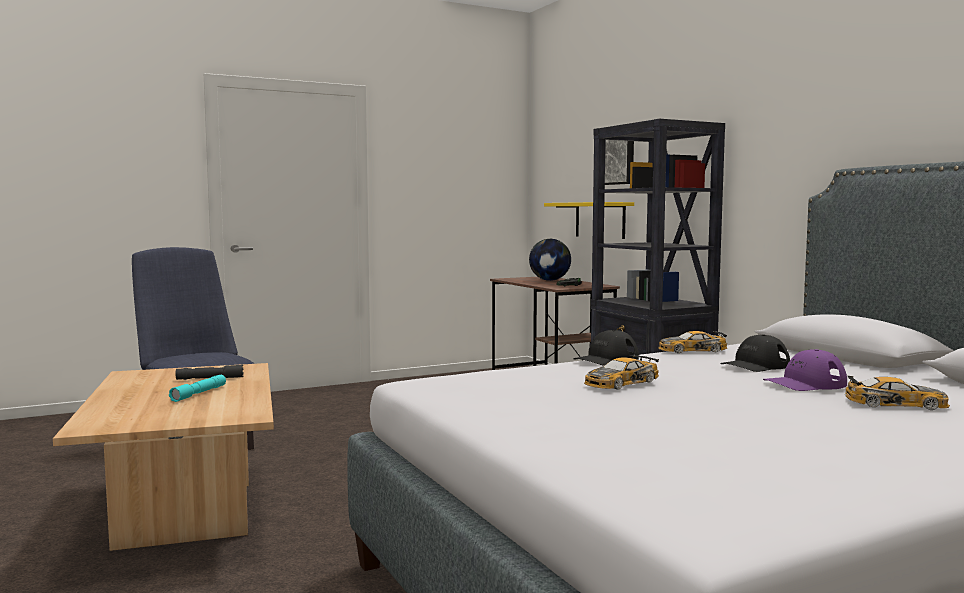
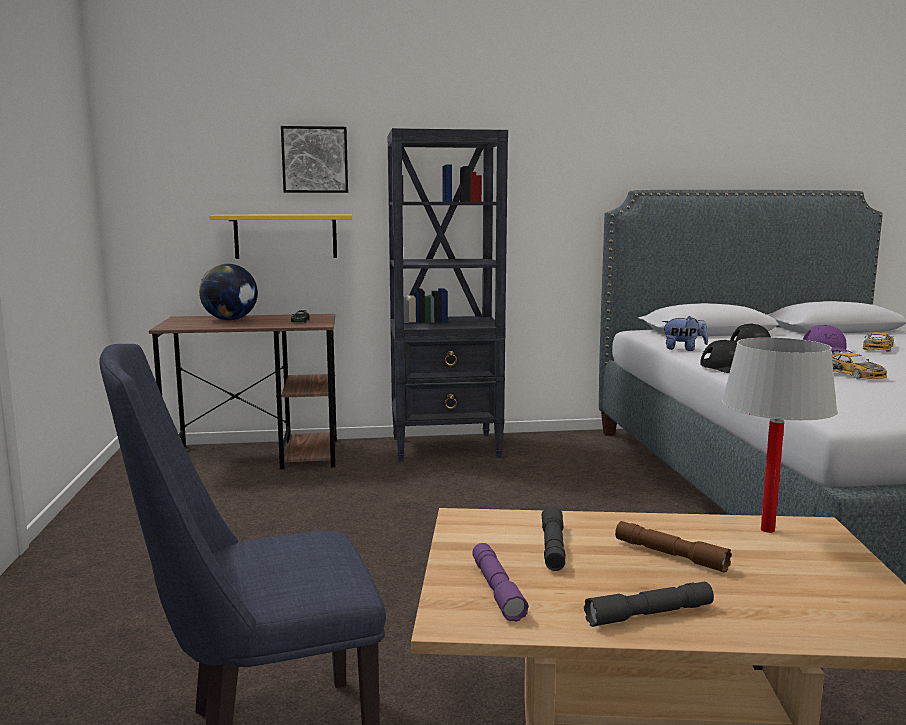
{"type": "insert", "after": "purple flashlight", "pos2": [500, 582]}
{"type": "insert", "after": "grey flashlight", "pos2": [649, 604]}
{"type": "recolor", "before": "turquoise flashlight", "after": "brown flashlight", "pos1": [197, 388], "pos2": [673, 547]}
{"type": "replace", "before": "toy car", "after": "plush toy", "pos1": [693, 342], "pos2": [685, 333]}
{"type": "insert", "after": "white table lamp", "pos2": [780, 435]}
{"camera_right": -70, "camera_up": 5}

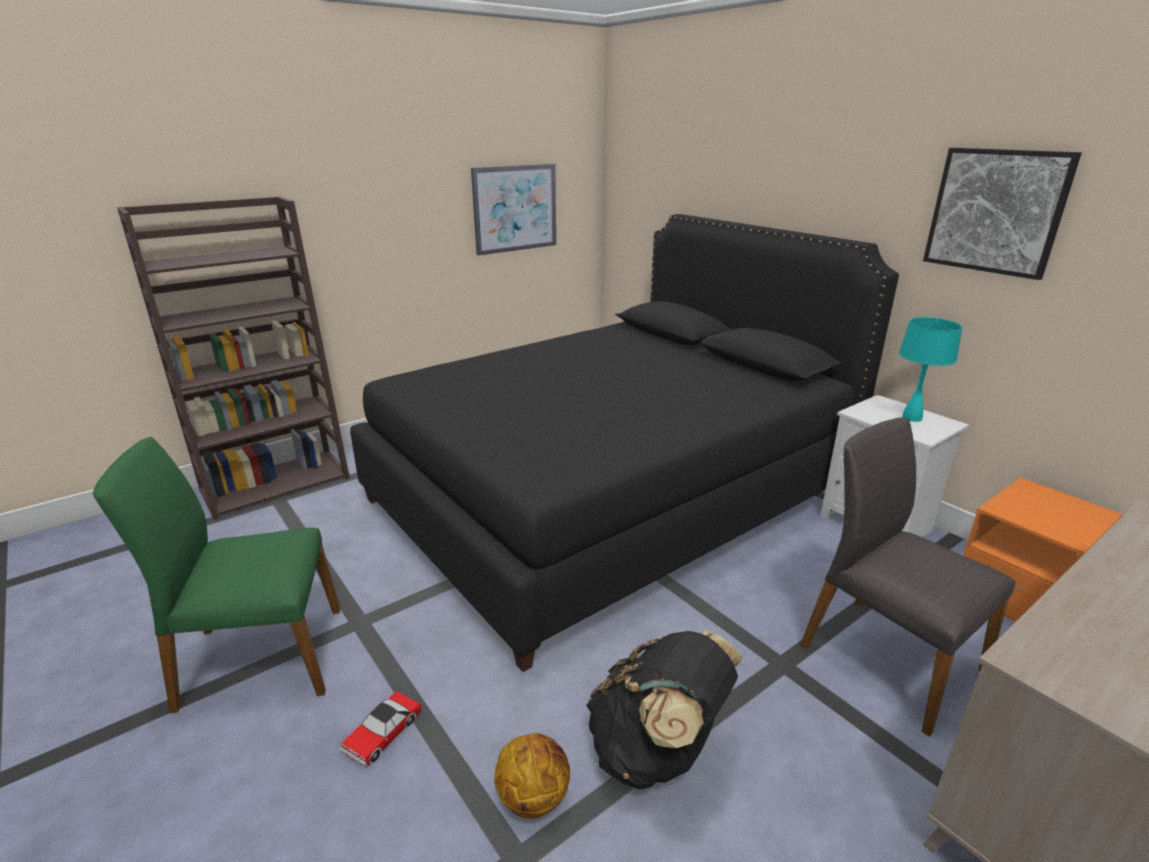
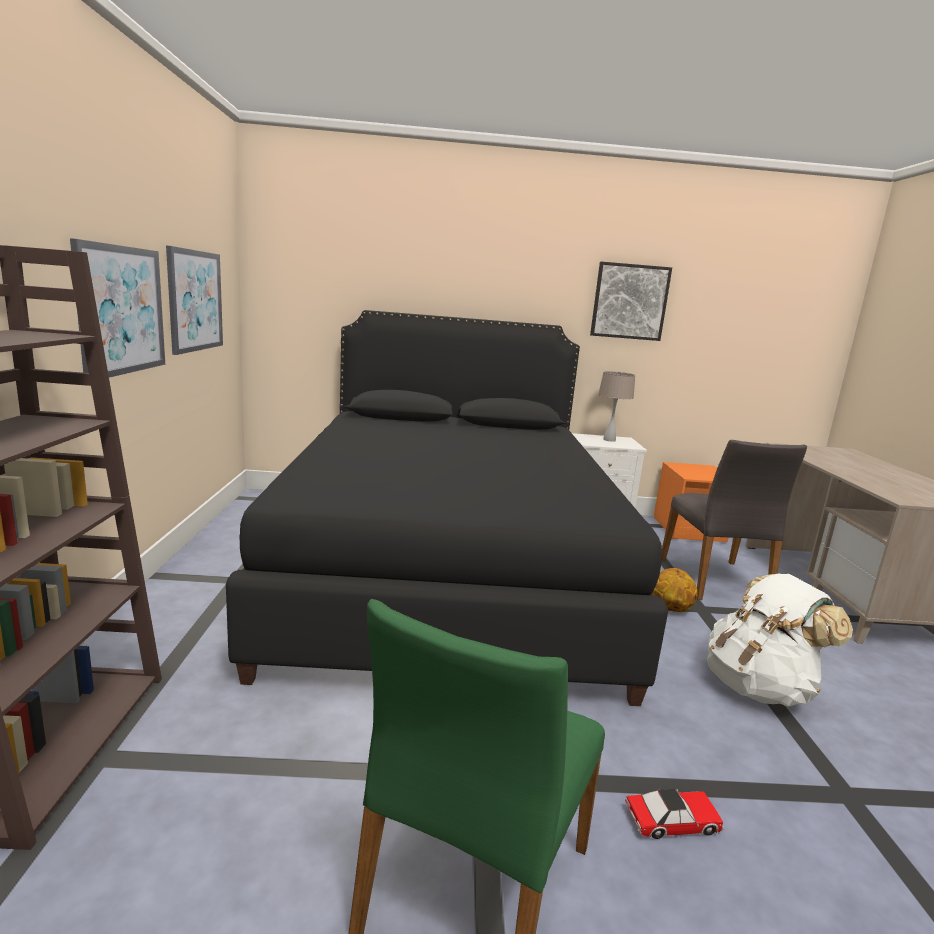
{"type": "insert", "after": "picture", "pos2": [117, 308]}
{"type": "recolor", "before": "turquoise table lamp", "after": "beige table lamp", "pos1": [931, 369], "pos2": [616, 406]}
{"type": "rotate", "before": "toy car", "pos1": [381, 729], "pos2": [674, 814], "turn": -75}
{"type": "move", "before": "basketball", "pos1": [532, 776], "pos2": [675, 590]}
{"type": "rotate", "before": "grey chair", "pos1": [907, 576], "pos2": [734, 520], "turn": -90}
{"type": "recolor", "before": "black backpack", "after": "white backpack", "pos1": [664, 710], "pos2": [780, 640]}
{"camera_right": -55, "camera_up": -10}

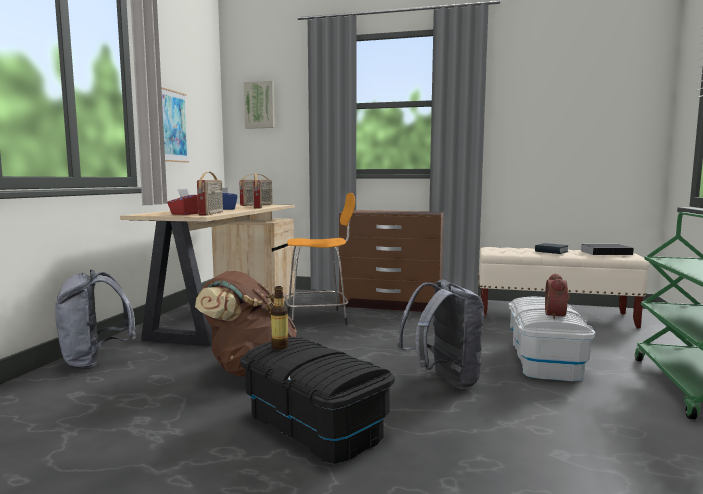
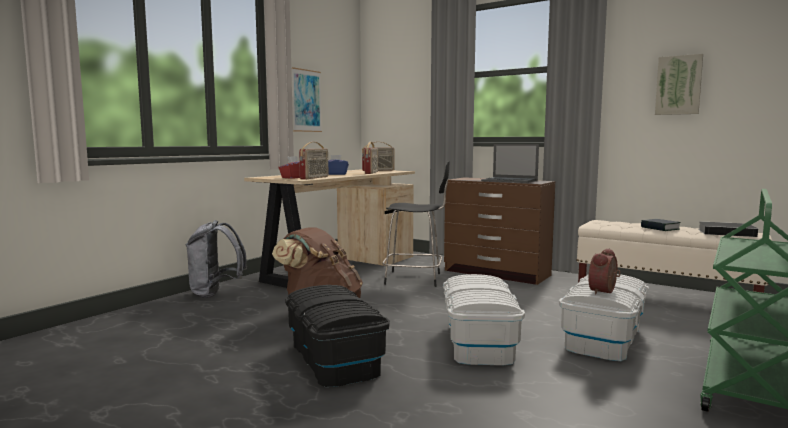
{"type": "recolor", "before": "orange stool", "after": "black stool", "pos1": [320, 259], "pos2": [416, 224]}
{"type": "replace", "before": "grey backpack", "after": "white storage box", "pos1": [441, 334], "pos2": [484, 319]}
{"type": "insert", "after": "laptop", "pos2": [510, 163]}
{"type": "move", "before": "picture", "pos1": [259, 105], "pos2": [679, 84]}
{"type": "delete", "before": "bottle", "pos1": [280, 317]}
{"camera_right": 20, "camera_up": 0}

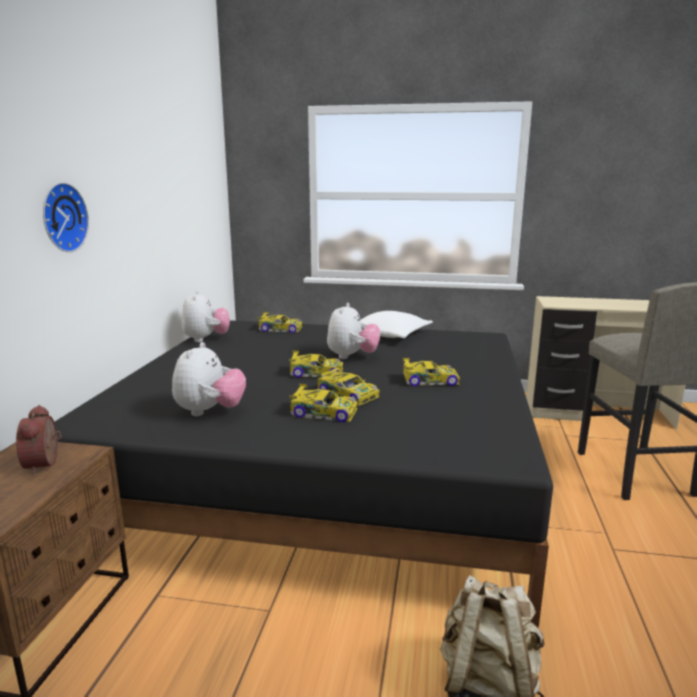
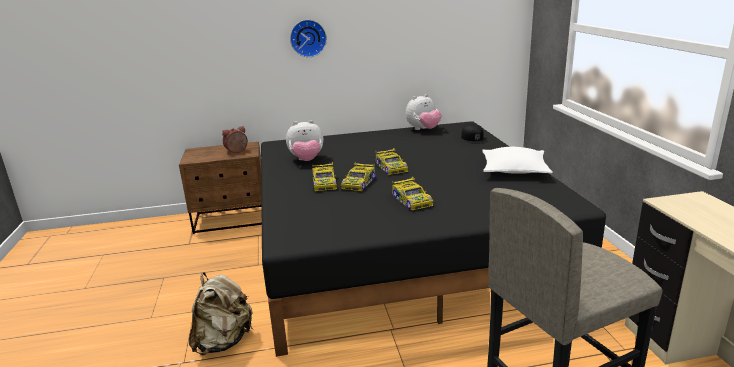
{"type": "replace", "before": "toy car", "after": "black cap", "pos1": [280, 322], "pos2": [474, 134]}
{"type": "delete", "before": "plush toy", "pos1": [353, 331]}
{"camera_right": 70, "camera_up": 5}

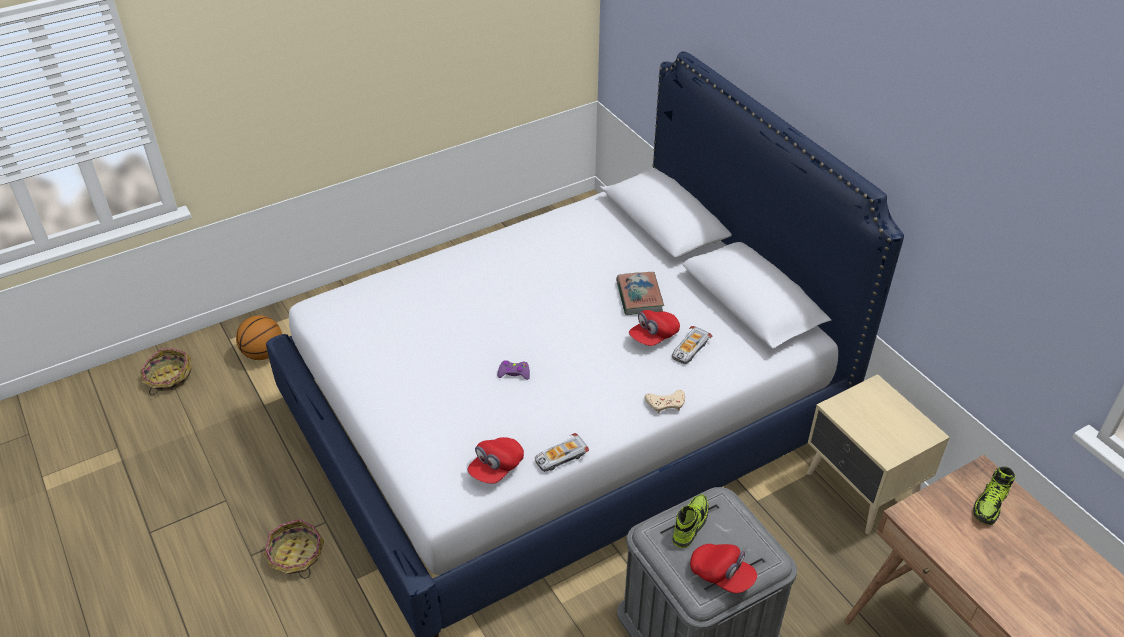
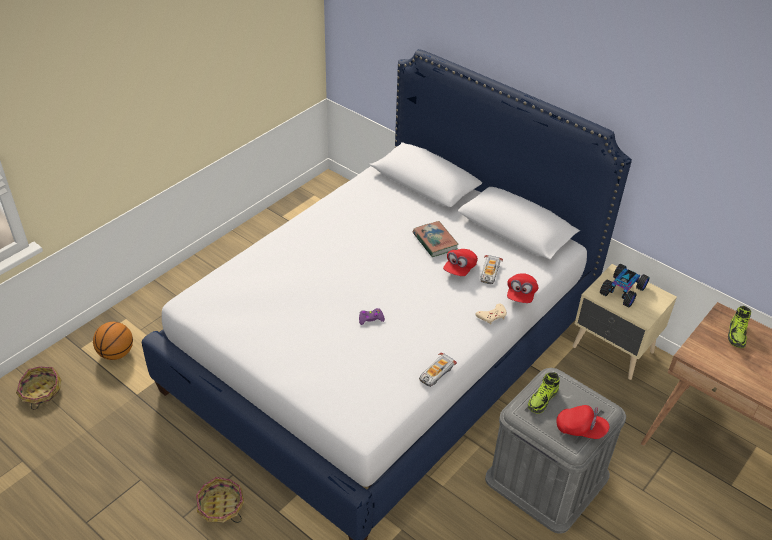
{"type": "move", "before": "red cap", "pos1": [496, 460], "pos2": [523, 288]}
{"type": "rotate", "before": "shoe", "pos1": [691, 521], "pos2": [544, 393], "turn": -150}
{"type": "insert", "after": "toy car", "pos2": [625, 285]}
{"camera_right": -20, "camera_up": 0}

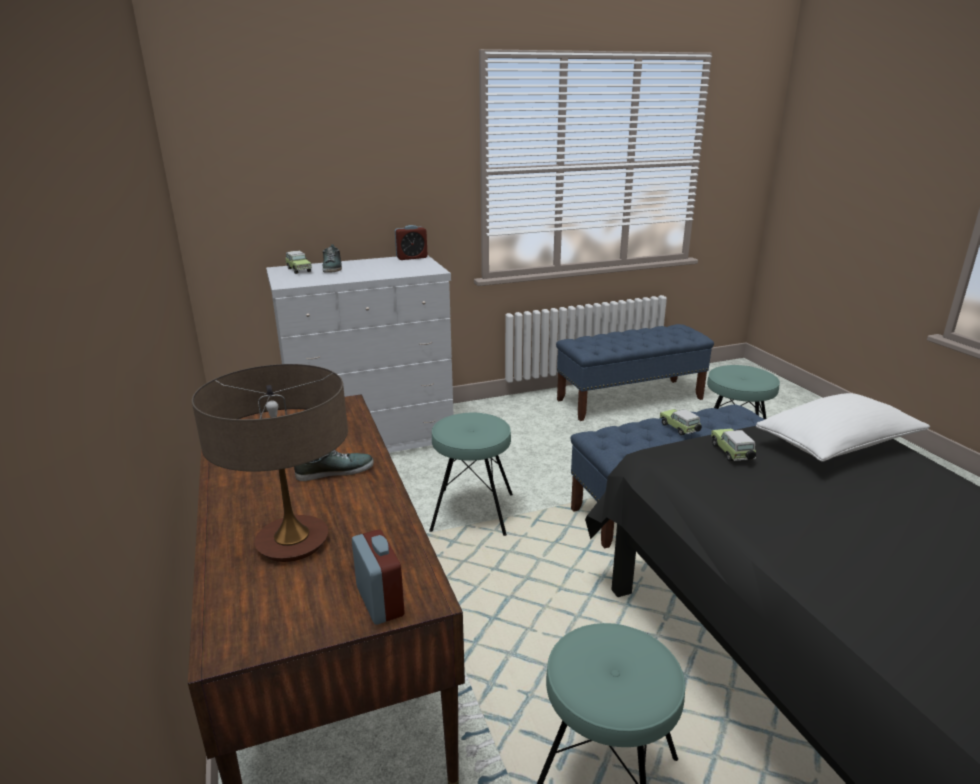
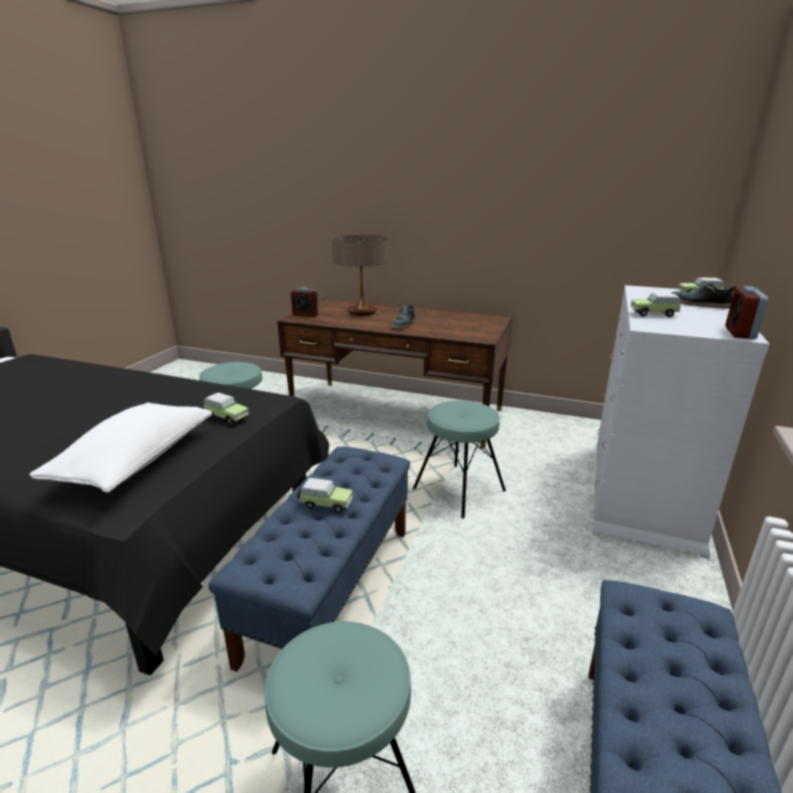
{"type": "insert", "after": "toy car", "pos2": [655, 305]}
{"camera_right": 130, "camera_up": 0}

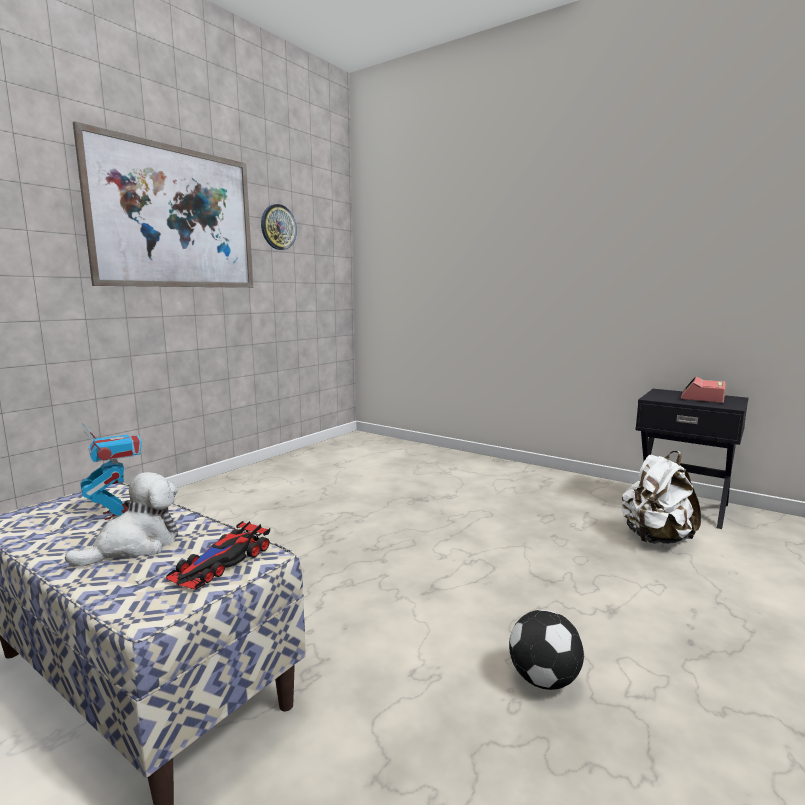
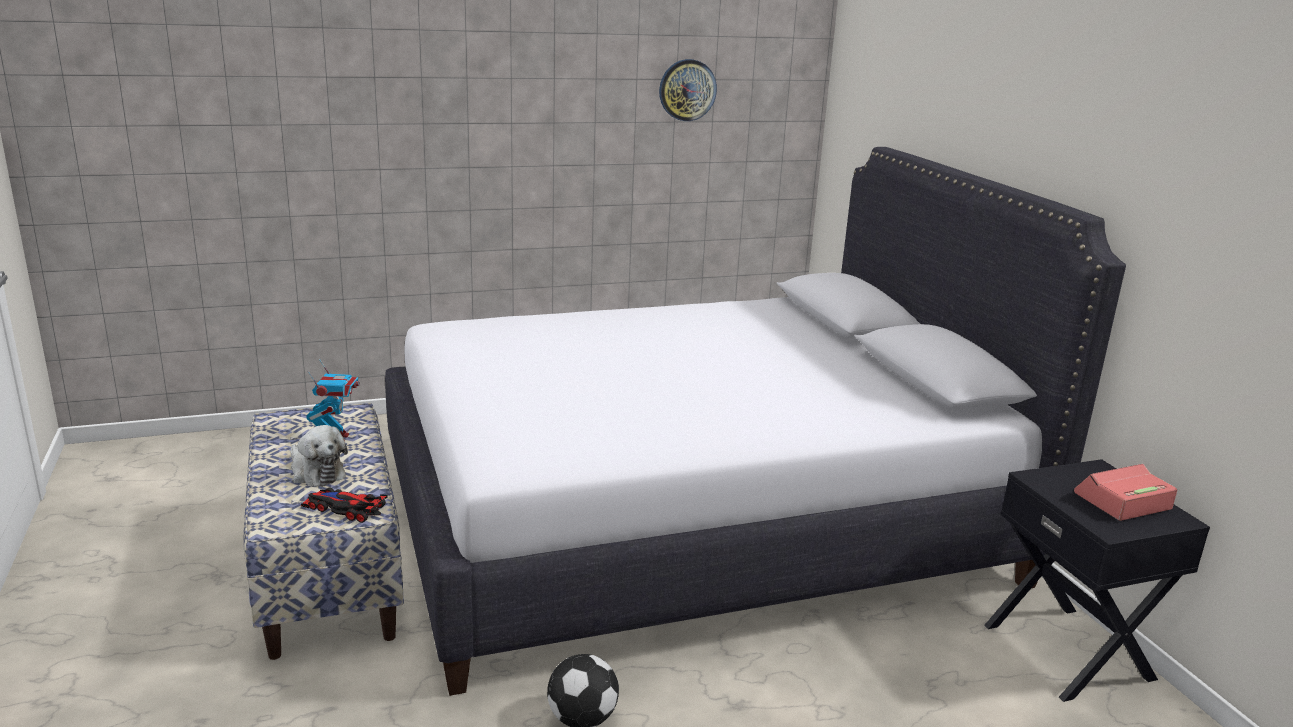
{"type": "rotate", "before": "plush toy", "pos1": [121, 519], "pos2": [319, 456], "turn": 60}
{"type": "rotate", "before": "toy car", "pos1": [218, 555], "pos2": [344, 505], "turn": 45}
{"type": "insert", "after": "white bed", "pos2": [755, 421]}
{"type": "delete", "before": "picture", "pos1": [163, 204]}
{"type": "delete", "before": "white backpack", "pos1": [661, 497]}
{"camera_right": 35, "camera_up": 10}

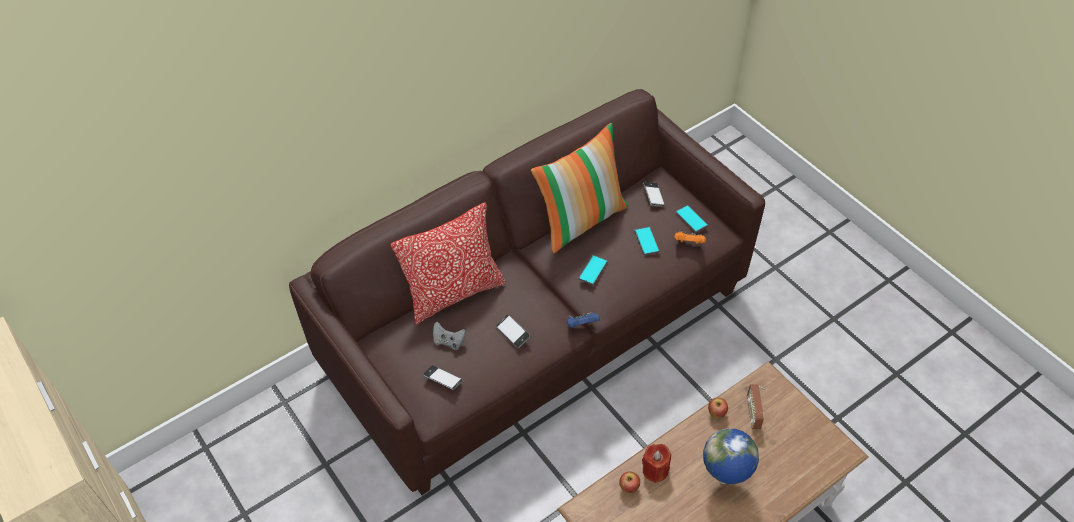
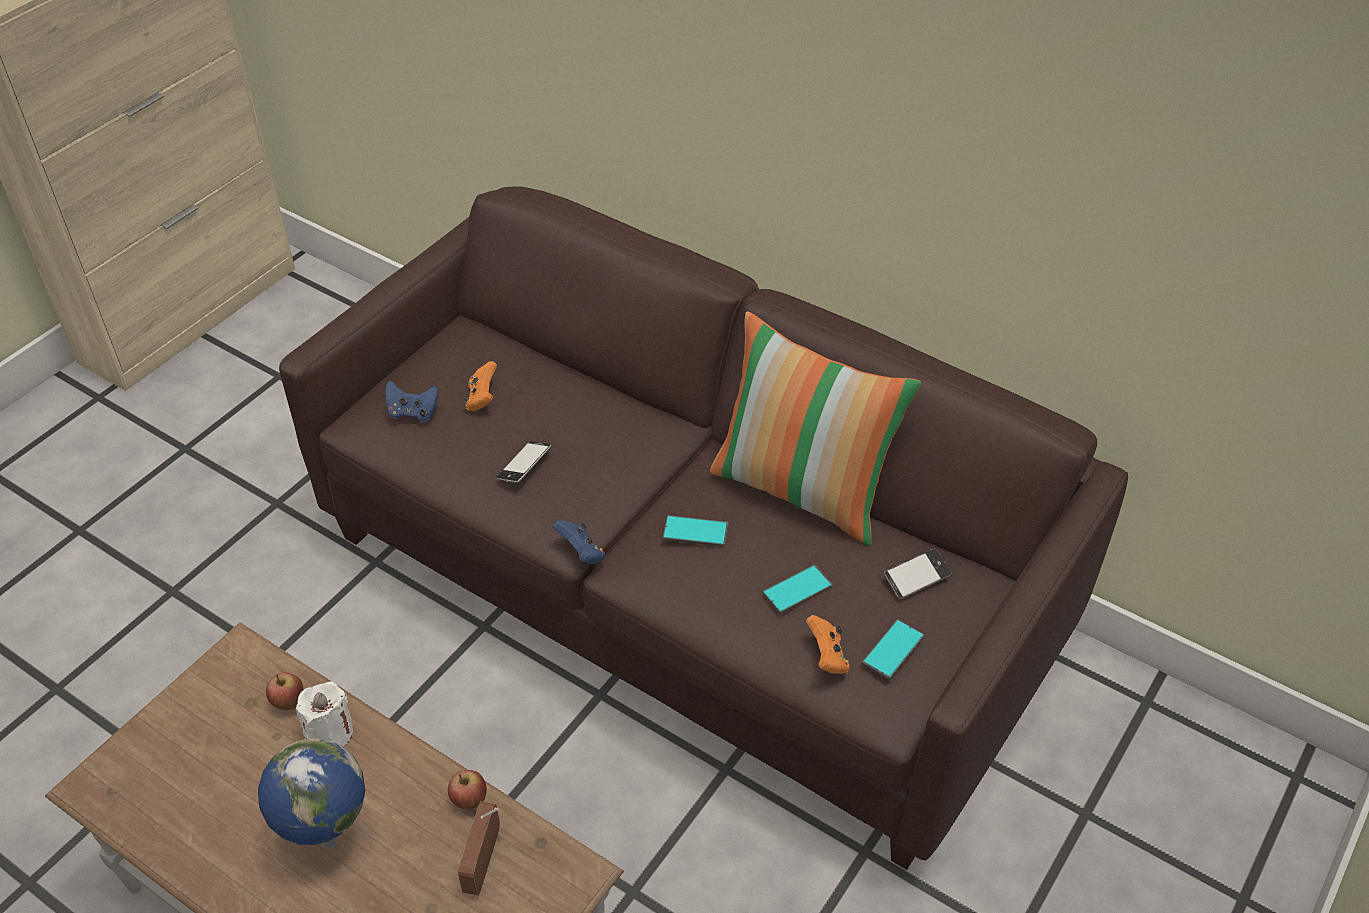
{"type": "recolor", "before": "red candle", "after": "white candle", "pos1": [656, 463], "pos2": [324, 714]}
{"type": "replace", "before": "phone", "after": "blue game controller", "pos1": [443, 377], "pos2": [412, 401]}
{"type": "rotate", "before": "radio", "pos1": [757, 407], "pos2": [479, 848], "turn": -60}
{"type": "recolor", "before": "grey game controller", "after": "orange game controller", "pos1": [449, 336], "pos2": [480, 386]}
{"type": "delete", "before": "pillow", "pos1": [448, 263]}
{"camera_right": 70, "camera_up": -5}

